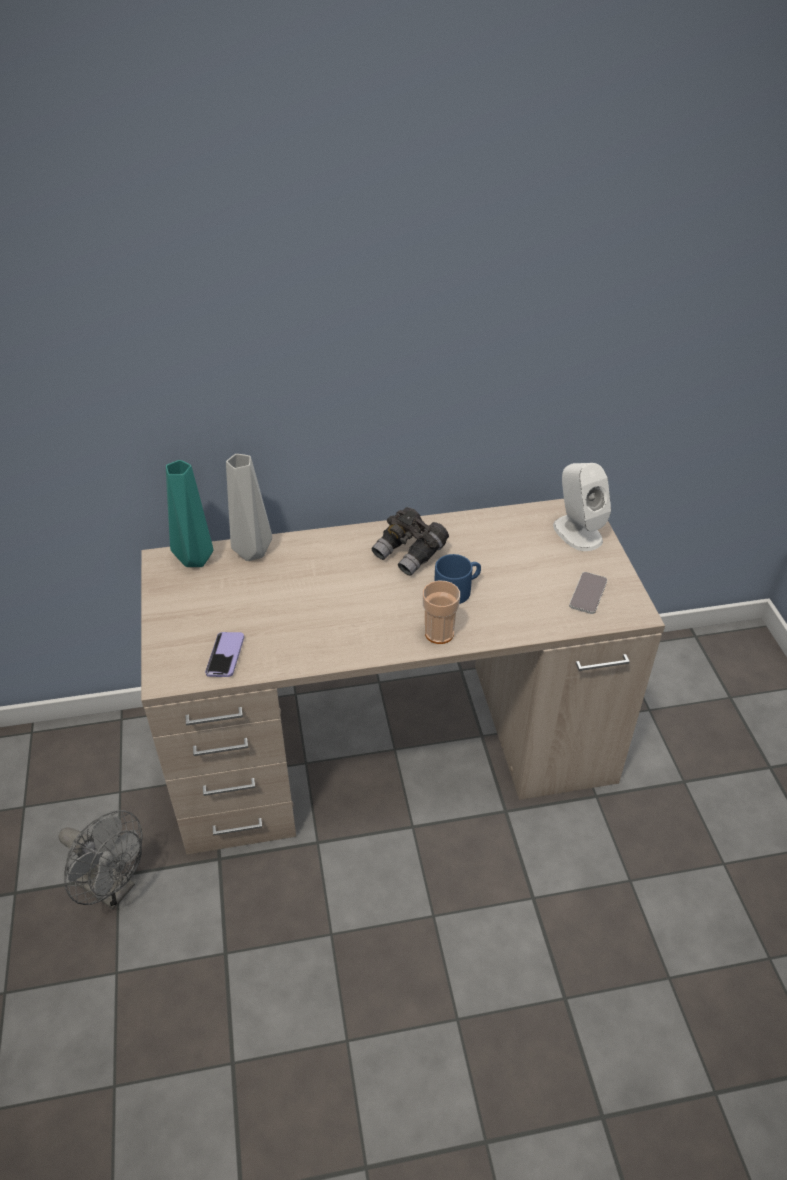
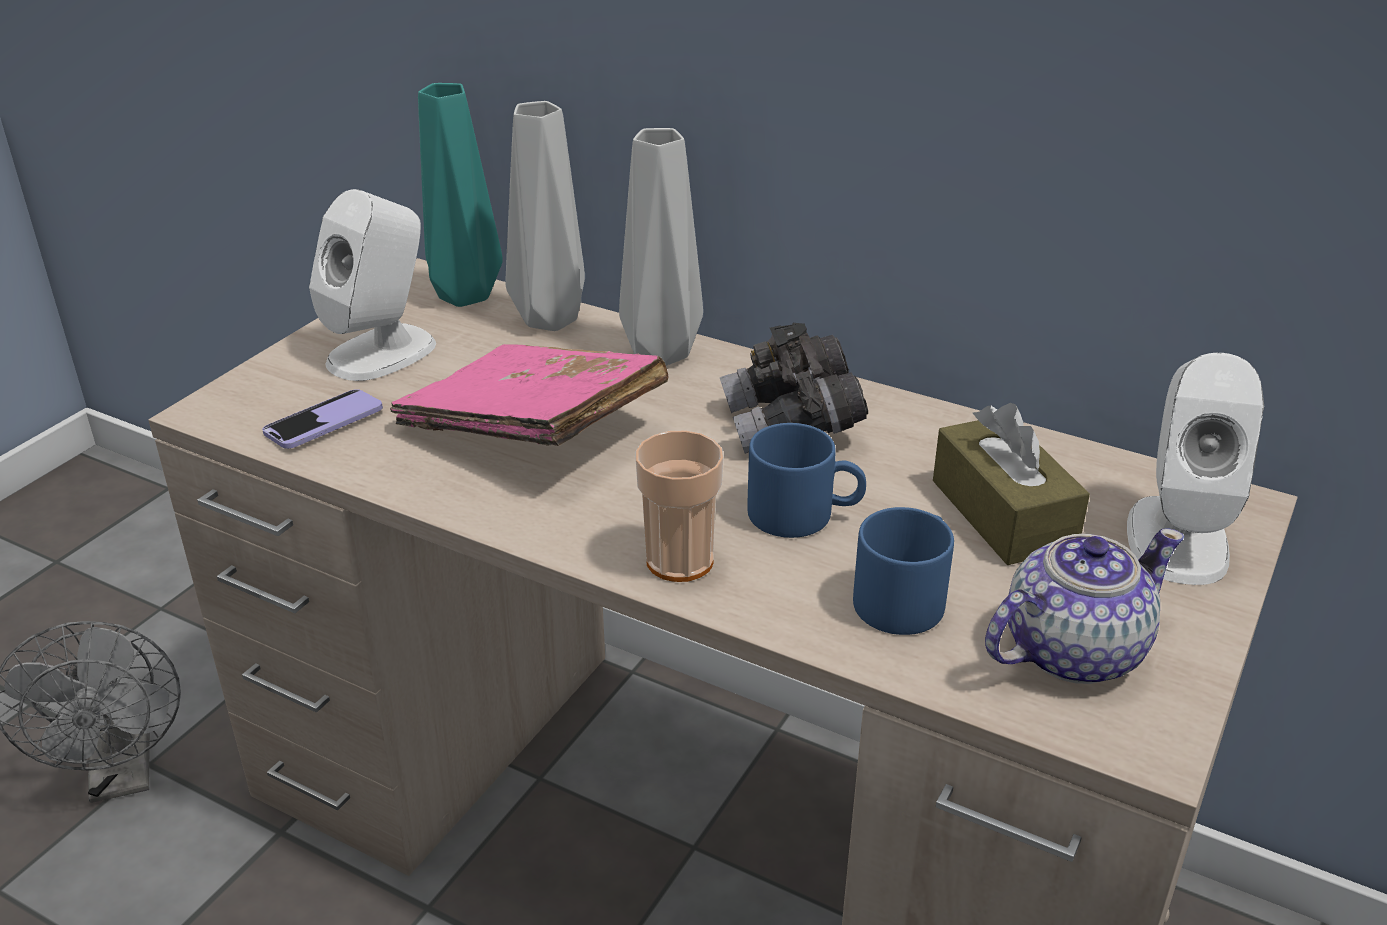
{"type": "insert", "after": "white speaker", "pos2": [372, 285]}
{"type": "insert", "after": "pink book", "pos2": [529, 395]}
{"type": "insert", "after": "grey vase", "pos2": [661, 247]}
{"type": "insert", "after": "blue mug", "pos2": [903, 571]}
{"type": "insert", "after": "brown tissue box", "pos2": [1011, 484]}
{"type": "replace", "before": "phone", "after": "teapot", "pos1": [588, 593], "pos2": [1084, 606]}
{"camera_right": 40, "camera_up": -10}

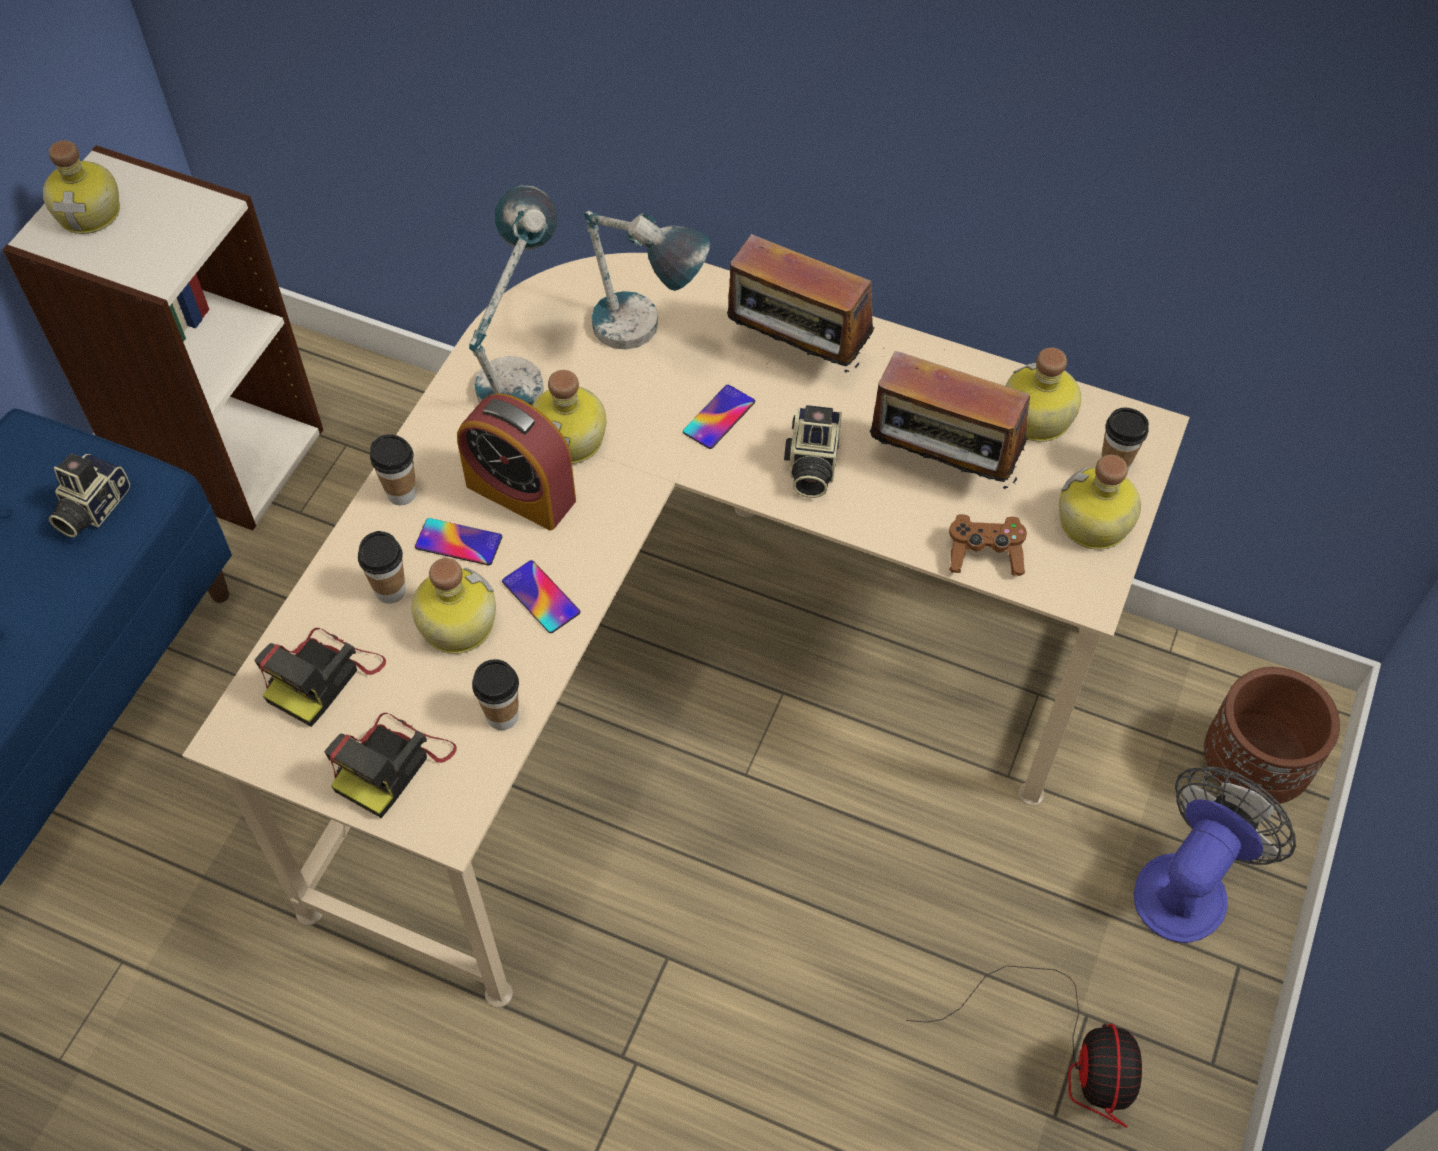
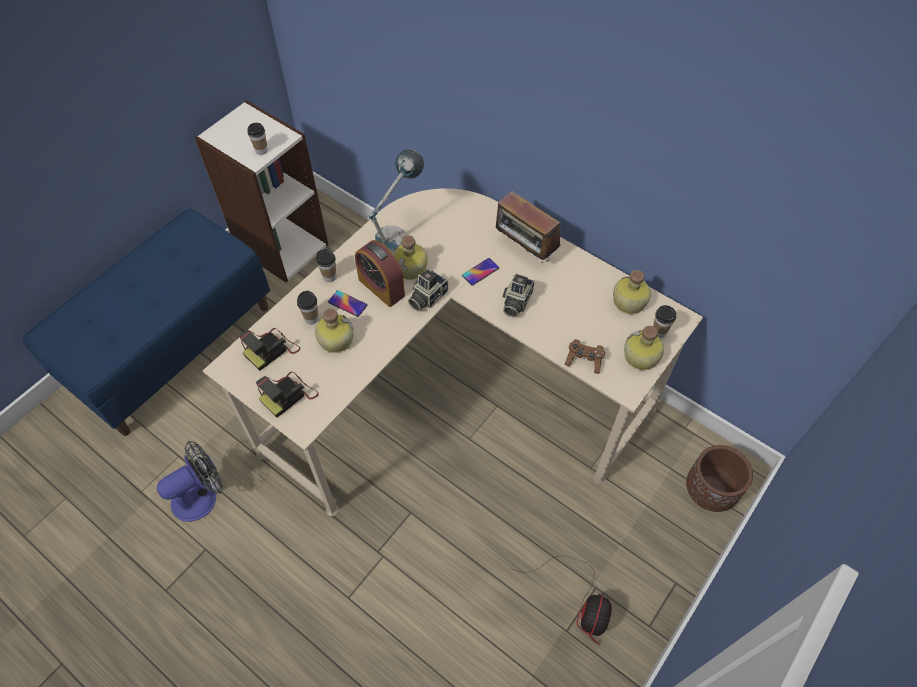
{"type": "move", "before": "fan", "pos1": [1215, 854], "pos2": [190, 481]}
{"type": "move", "before": "cup", "pos1": [495, 694], "pos2": [257, 139]}
{"type": "move", "before": "photo camera", "pos1": [89, 495], "pos2": [428, 290]}
{"type": "delete", "before": "bottle", "pos1": [81, 187]}
{"type": "delete", "before": "phone", "pos1": [541, 596]}
{"type": "delete", "before": "table lamp", "pos1": [647, 280]}
{"type": "delete", "before": "radio", "pos1": [950, 421]}
{"camera_right": 15, "camera_up": 0}

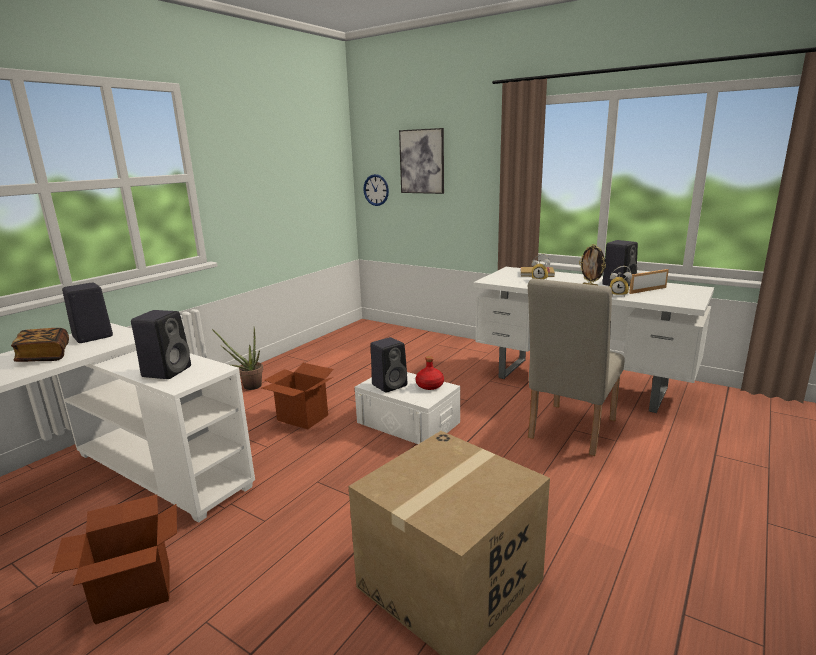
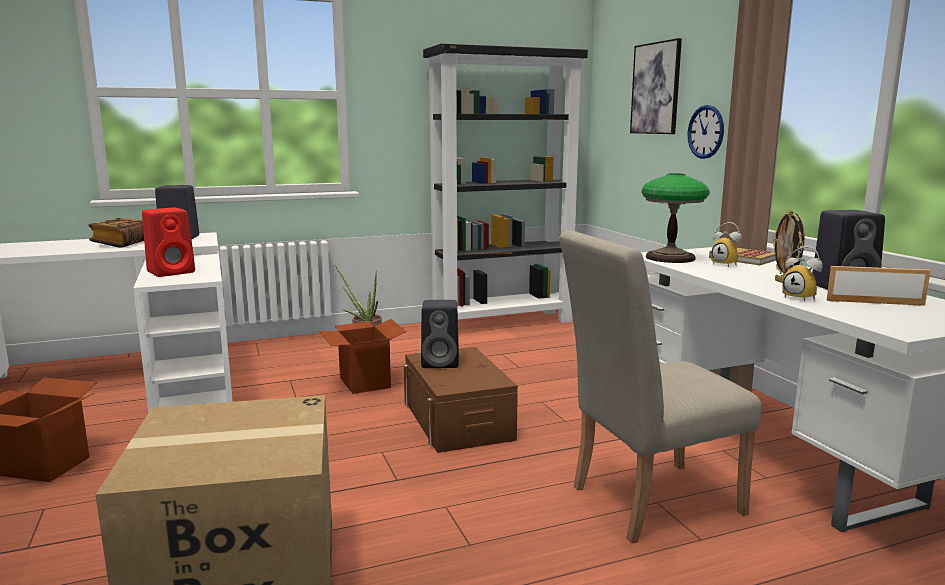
{"type": "recolor", "before": "black speaker", "after": "red speaker", "pos1": [161, 344], "pos2": [168, 242]}
{"type": "recolor", "before": "white storage box", "after": "brown storage box", "pos1": [407, 408], "pos2": [461, 400]}
{"type": "insert", "after": "black bookcase", "pos2": [505, 183]}
{"type": "insert", "after": "table lamp", "pos2": [676, 218]}
{"type": "move", "before": "wall clock", "pos1": [376, 190], "pos2": [706, 132]}
{"type": "delete", "before": "red bottle", "pos1": [429, 373]}
{"camera_right": 35, "camera_up": -5}

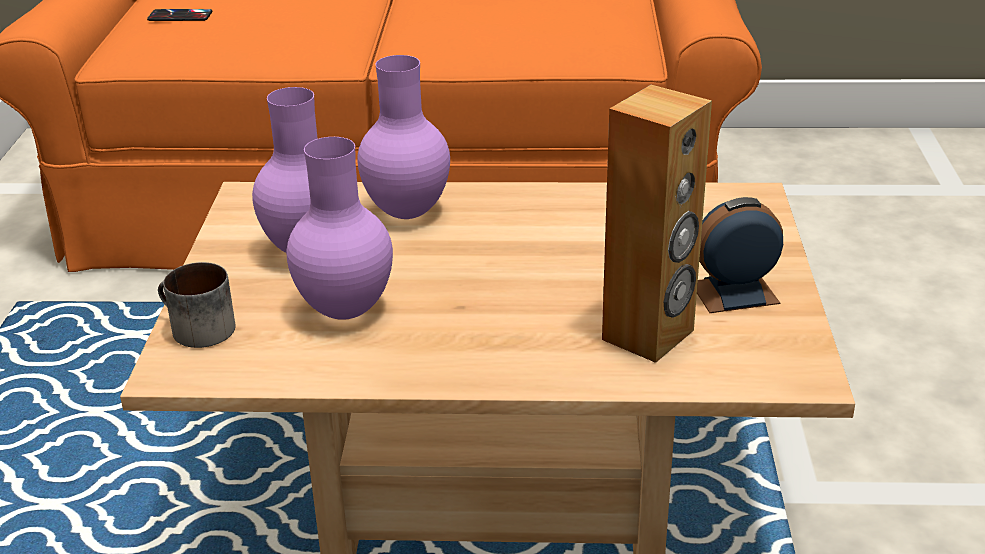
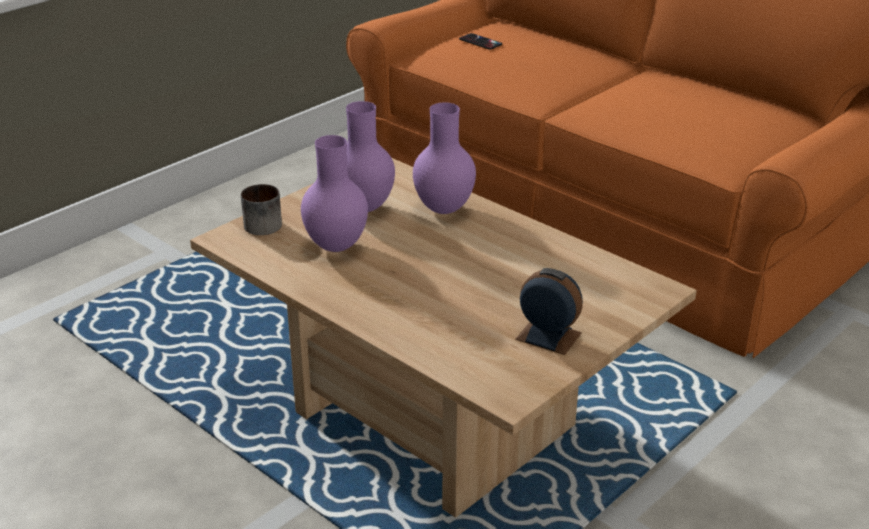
{"type": "delete", "before": "brown speaker", "pos1": [657, 224]}
{"camera_right": 40, "camera_up": 0}

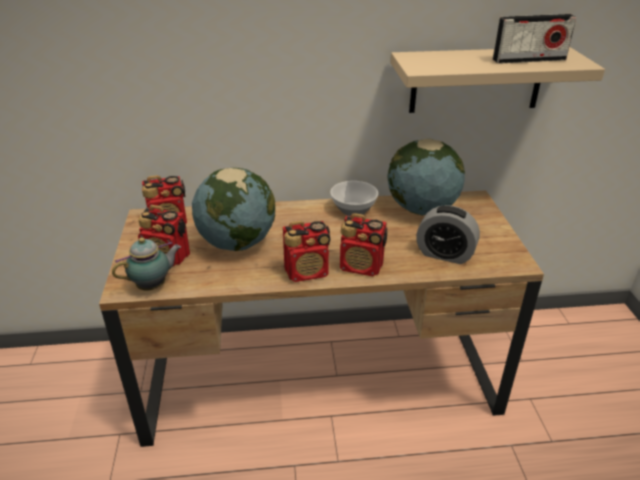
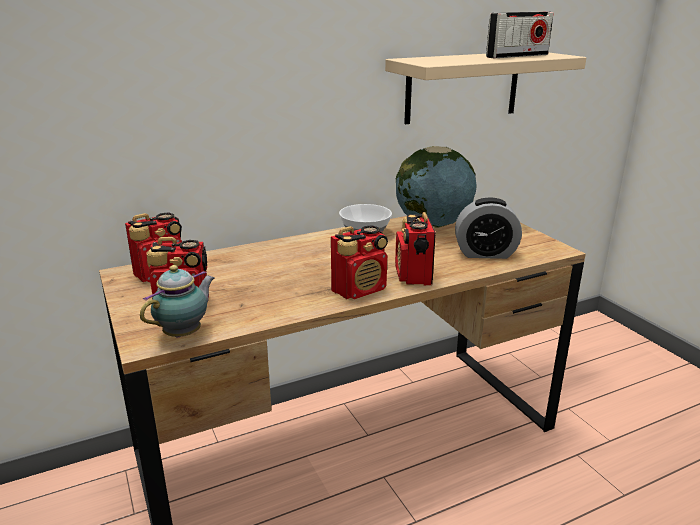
{"type": "rotate", "before": "radio", "pos1": [363, 244], "pos2": [415, 248], "turn": 90}
{"type": "delete", "before": "globe", "pos1": [233, 209]}
{"camera_right": -20, "camera_up": -10}

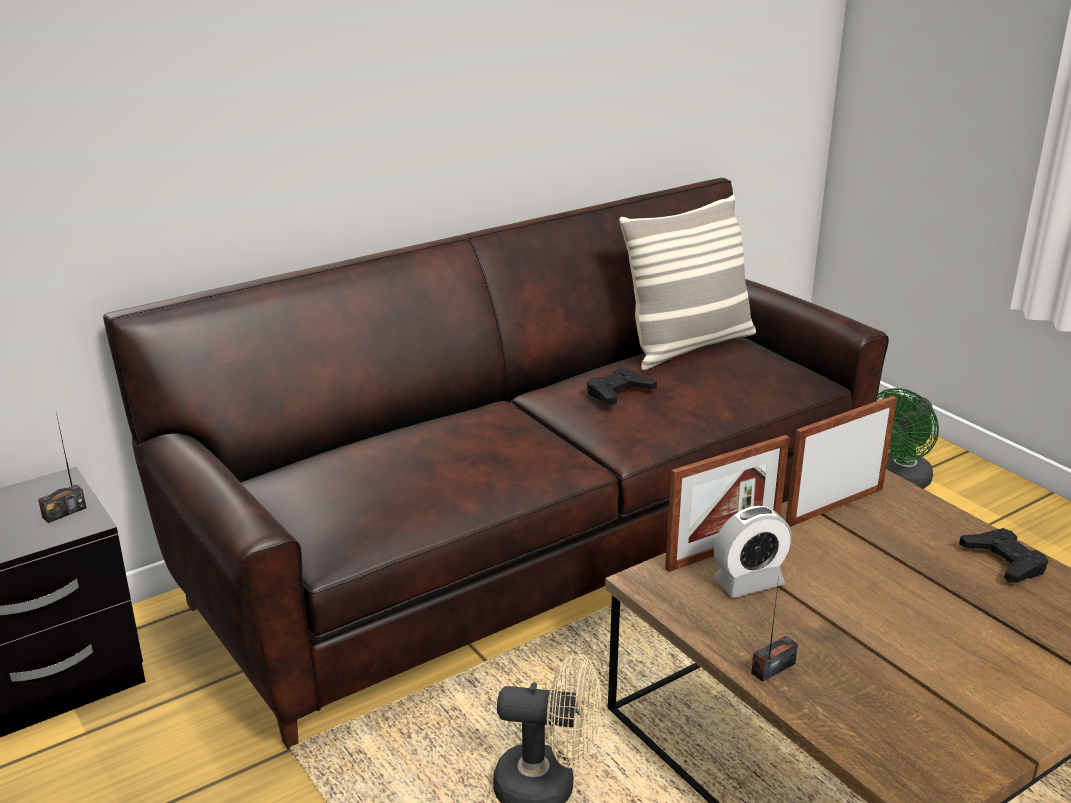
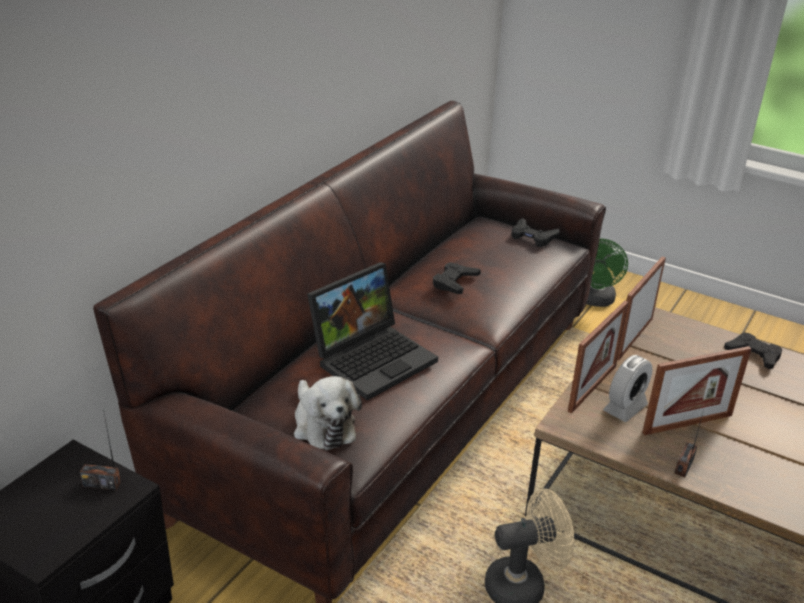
{"type": "rotate", "before": "radio", "pos1": [62, 468], "pos2": [100, 450], "turn": 75}
{"type": "insert", "after": "plush toy", "pos2": [328, 413]}
{"type": "insert", "after": "laptop", "pos2": [372, 331]}
{"type": "insert", "after": "black game controller", "pos2": [535, 232]}
{"type": "insert", "after": "picture frame", "pos2": [696, 390]}
{"type": "delete", "before": "pillow", "pos1": [687, 282]}
{"camera_right": -25, "camera_up": 5}

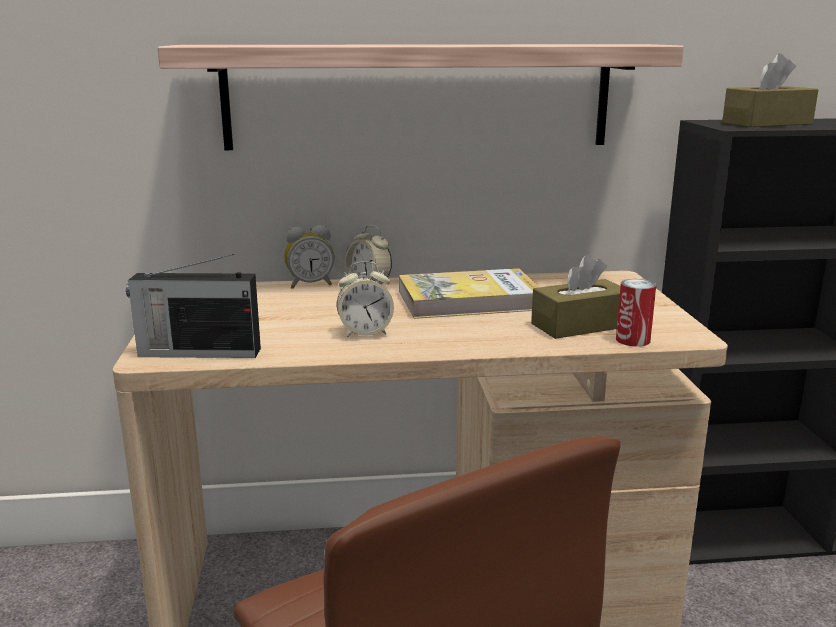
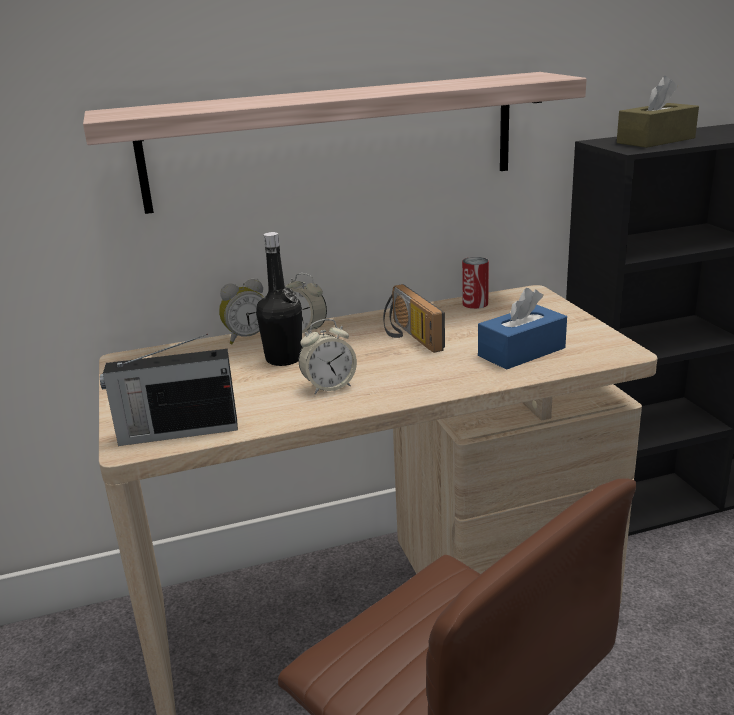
{"type": "insert", "after": "black bottle", "pos2": [279, 299]}
{"type": "replace", "before": "book", "after": "radio", "pos1": [469, 293], "pos2": [414, 318]}
{"type": "move", "before": "can", "pos1": [636, 313], "pos2": [475, 283]}
{"type": "recolor", "before": "brown tissue box", "after": "blue tissue box", "pos1": [575, 297], "pos2": [522, 329]}
{"camera_right": -10, "camera_up": 5}

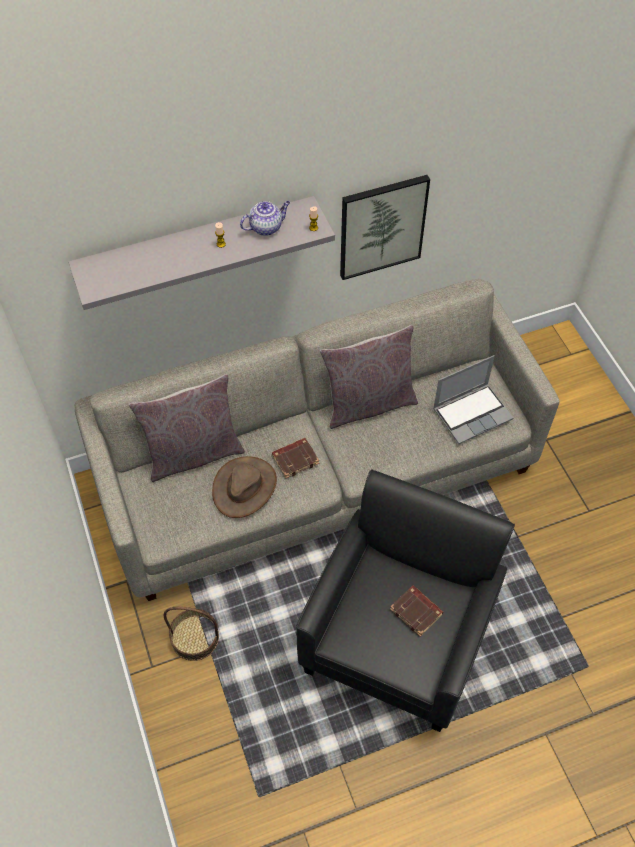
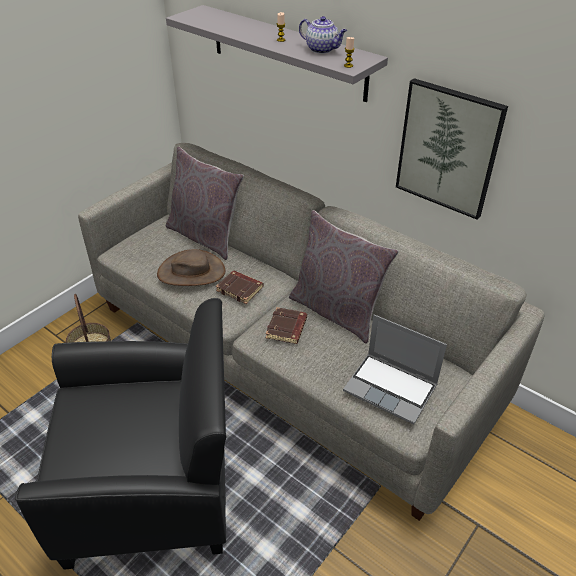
{"type": "move", "before": "brown book", "pos1": [416, 611], "pos2": [286, 325]}
{"camera_right": 60, "camera_up": -15}

